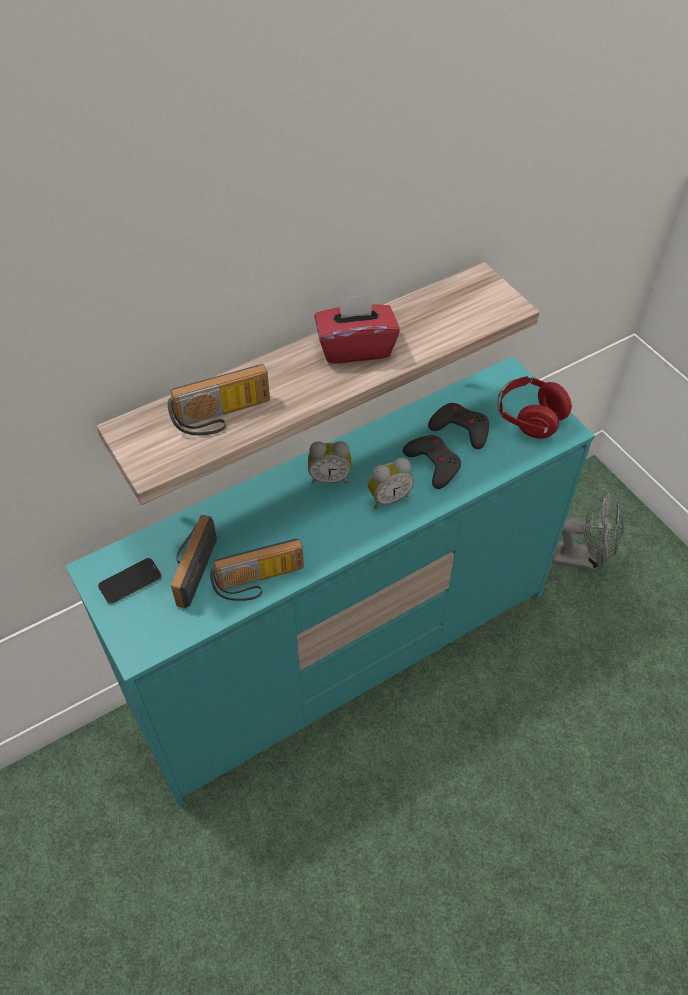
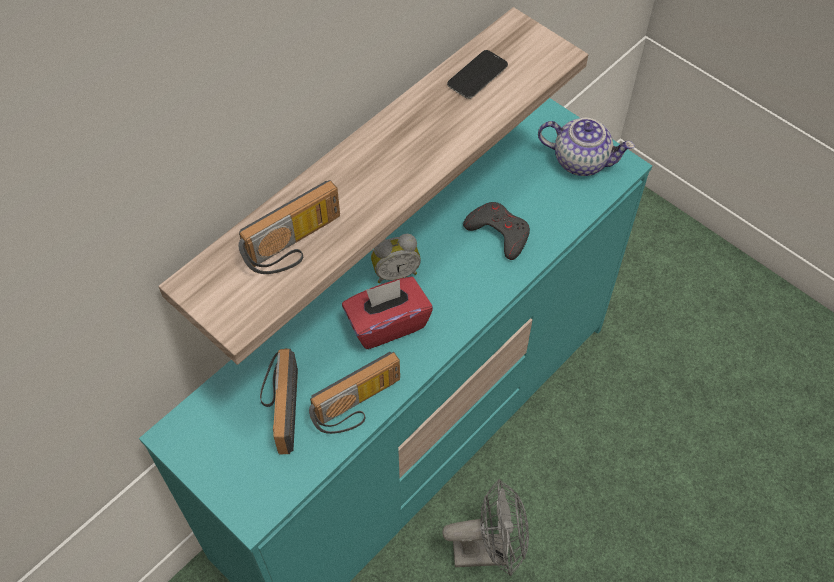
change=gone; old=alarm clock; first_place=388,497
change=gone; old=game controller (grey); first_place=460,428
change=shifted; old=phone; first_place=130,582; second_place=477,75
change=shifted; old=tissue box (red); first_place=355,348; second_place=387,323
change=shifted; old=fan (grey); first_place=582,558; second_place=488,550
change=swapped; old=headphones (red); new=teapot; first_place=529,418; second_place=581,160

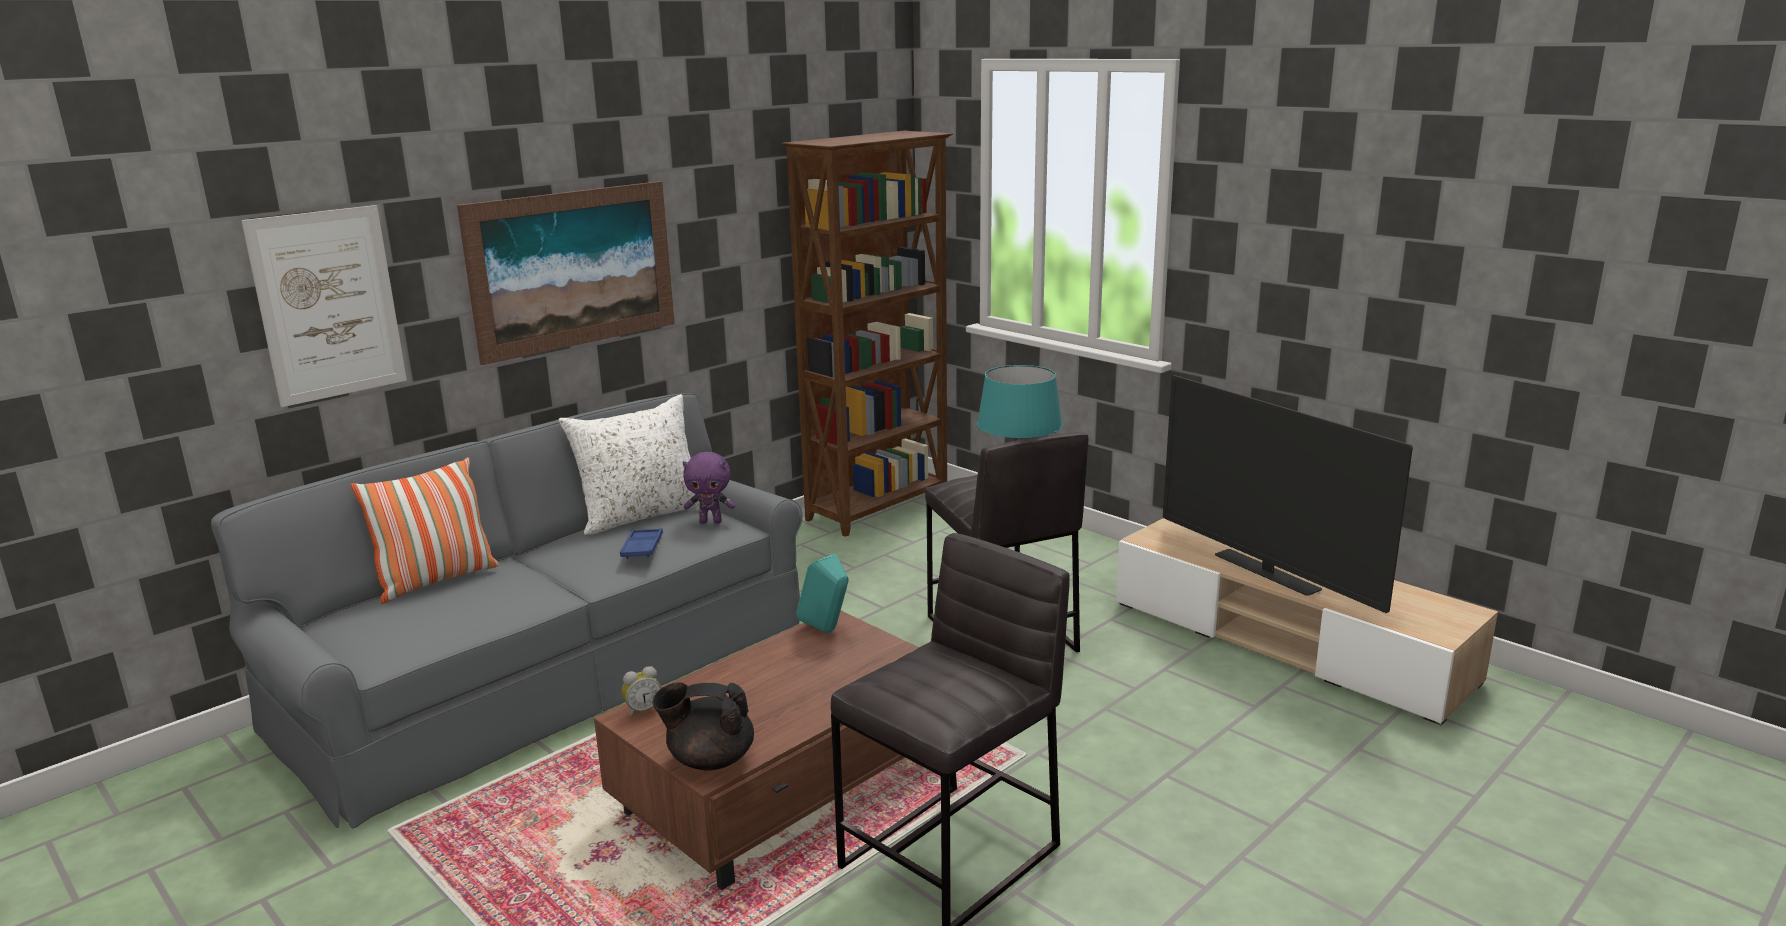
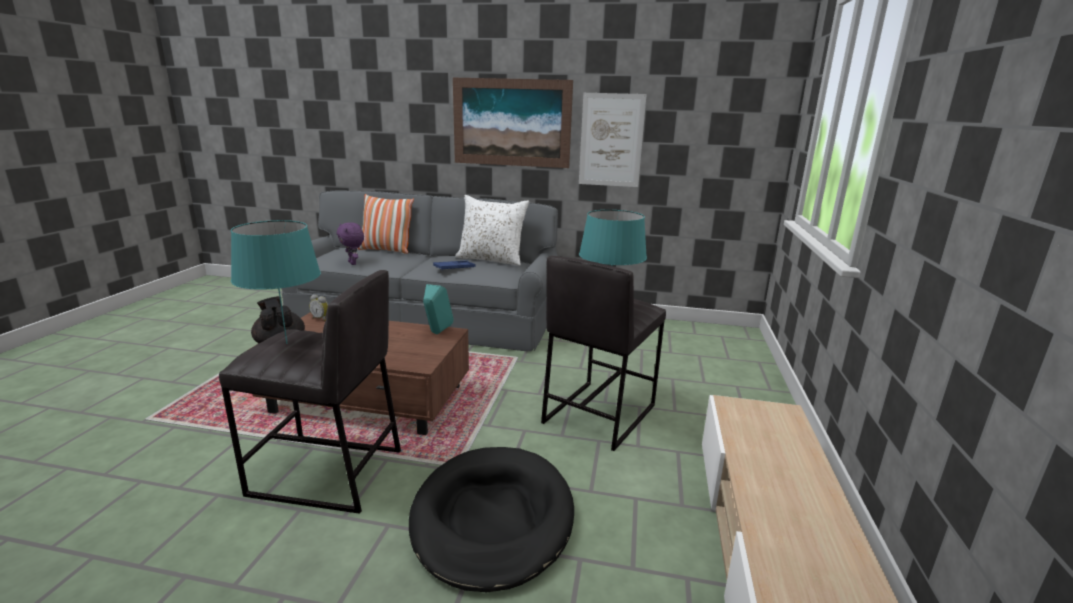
change=gone; old=bookcase (brown); first_place=880,508
change=gone; old=television; first_place=1266,572
change=new; new=table lamp (turquoise); second_place=286,344
change=new; new=dog bed (black); second_place=492,519
change=shifted; old=picture; first_place=328,305; second_place=611,140
change=shifted; old=plush toy (purple); first_place=711,521; second_place=353,263

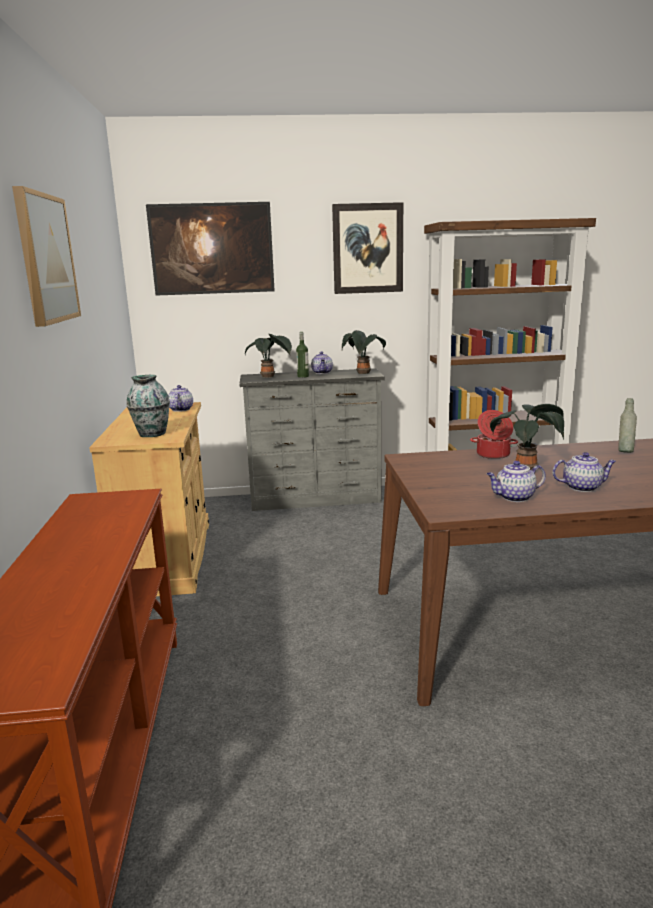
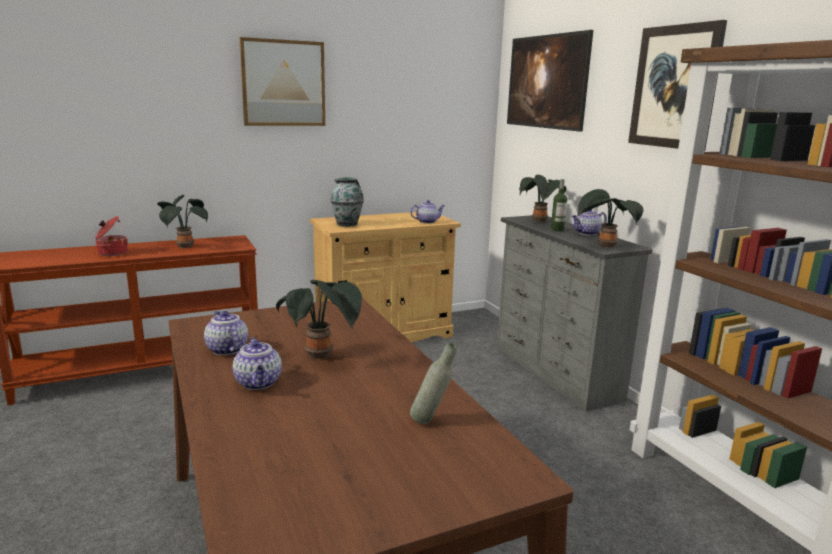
change=new; new=potted plant; second_place=184,246
change=shifted; old=cooking pot; first_place=493,455; second_place=112,253

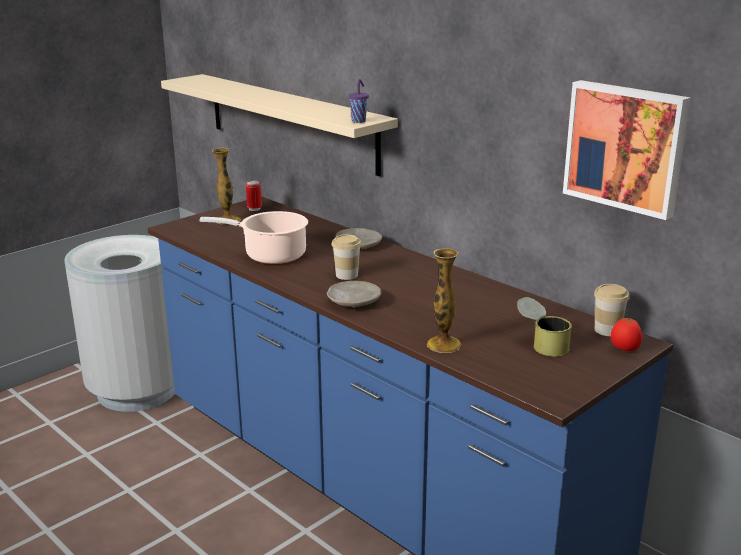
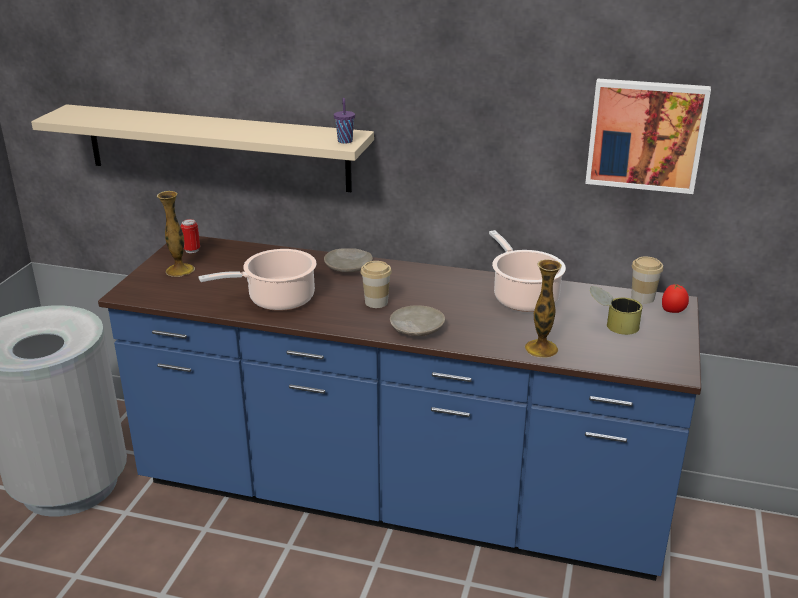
change=new; new=cooking pot; second_place=523,297

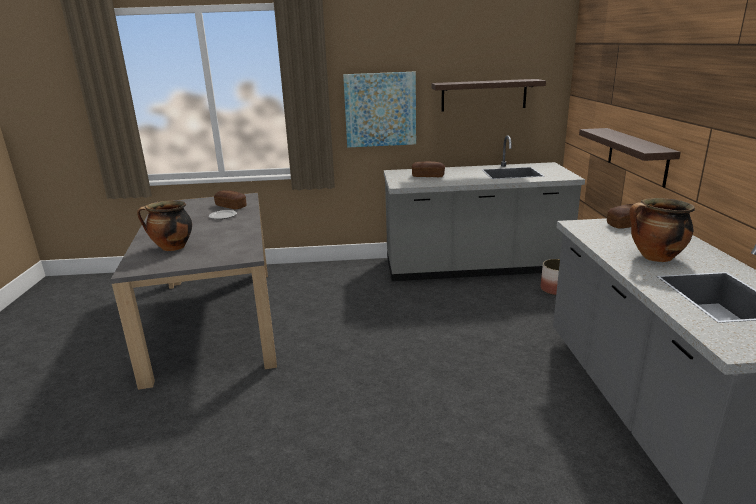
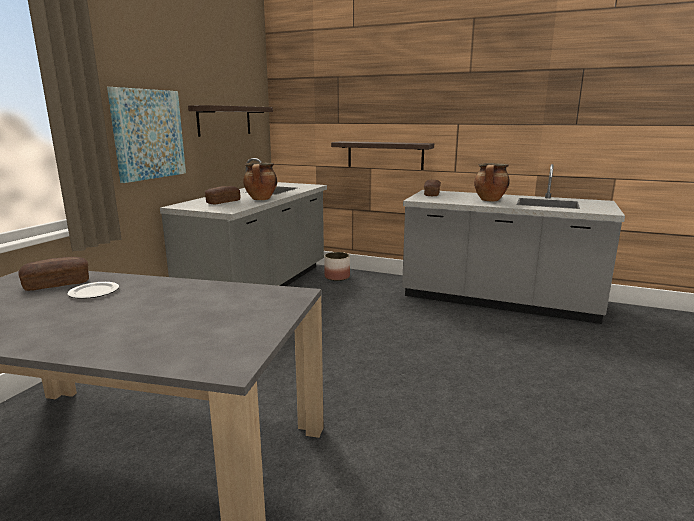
change=shifted; old=cooking pot; first_place=172,248; second_place=261,199

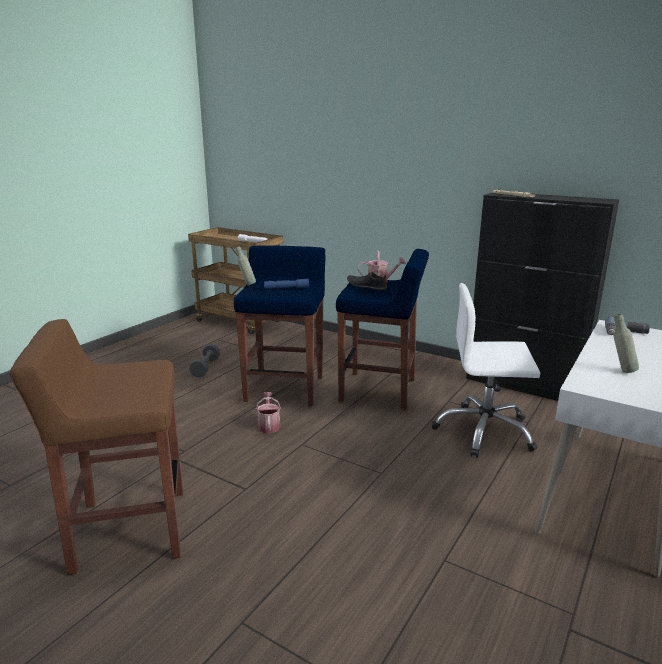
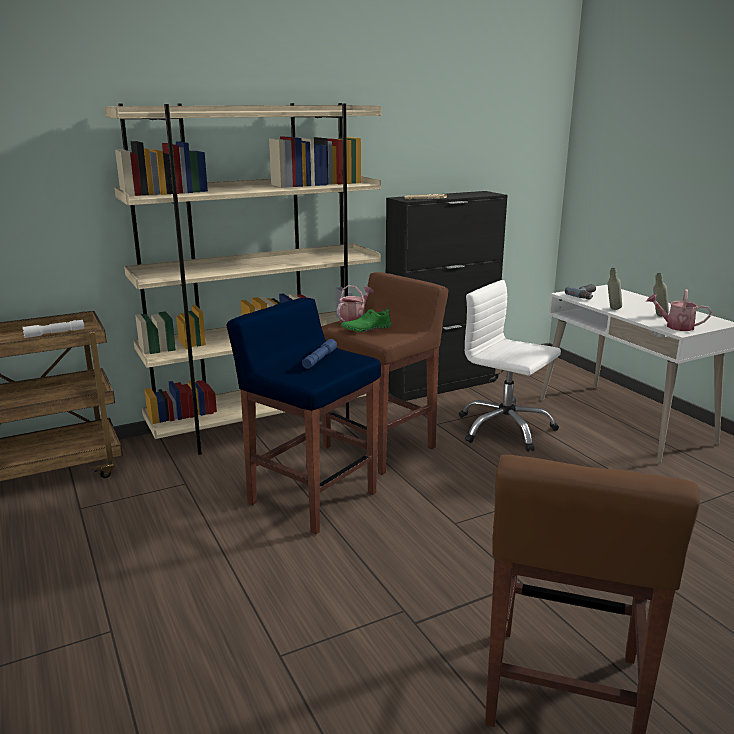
change=gone; old=dumbbell (grey); first_place=205,368
change=new; new=bookcase (beige); second_place=267,424
change=shifted; old=bottle (grey); first_place=246,285; second_place=612,310
change=shifted; old=watering can; first_place=268,425; second_place=675,326
change=repainted; old=stool (blue); new=stool (brown); first_place=379,391; second_place=381,447
change=repainted; old=shoe (black); new=shoe (green); first_place=366,286; second_place=366,328
change=rotated; old=office chair (white); first_place=484,431; second_place=504,429; degrees=90

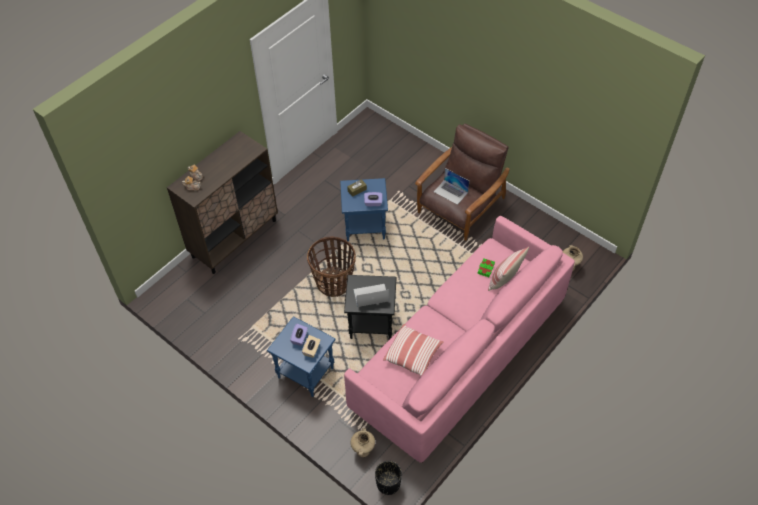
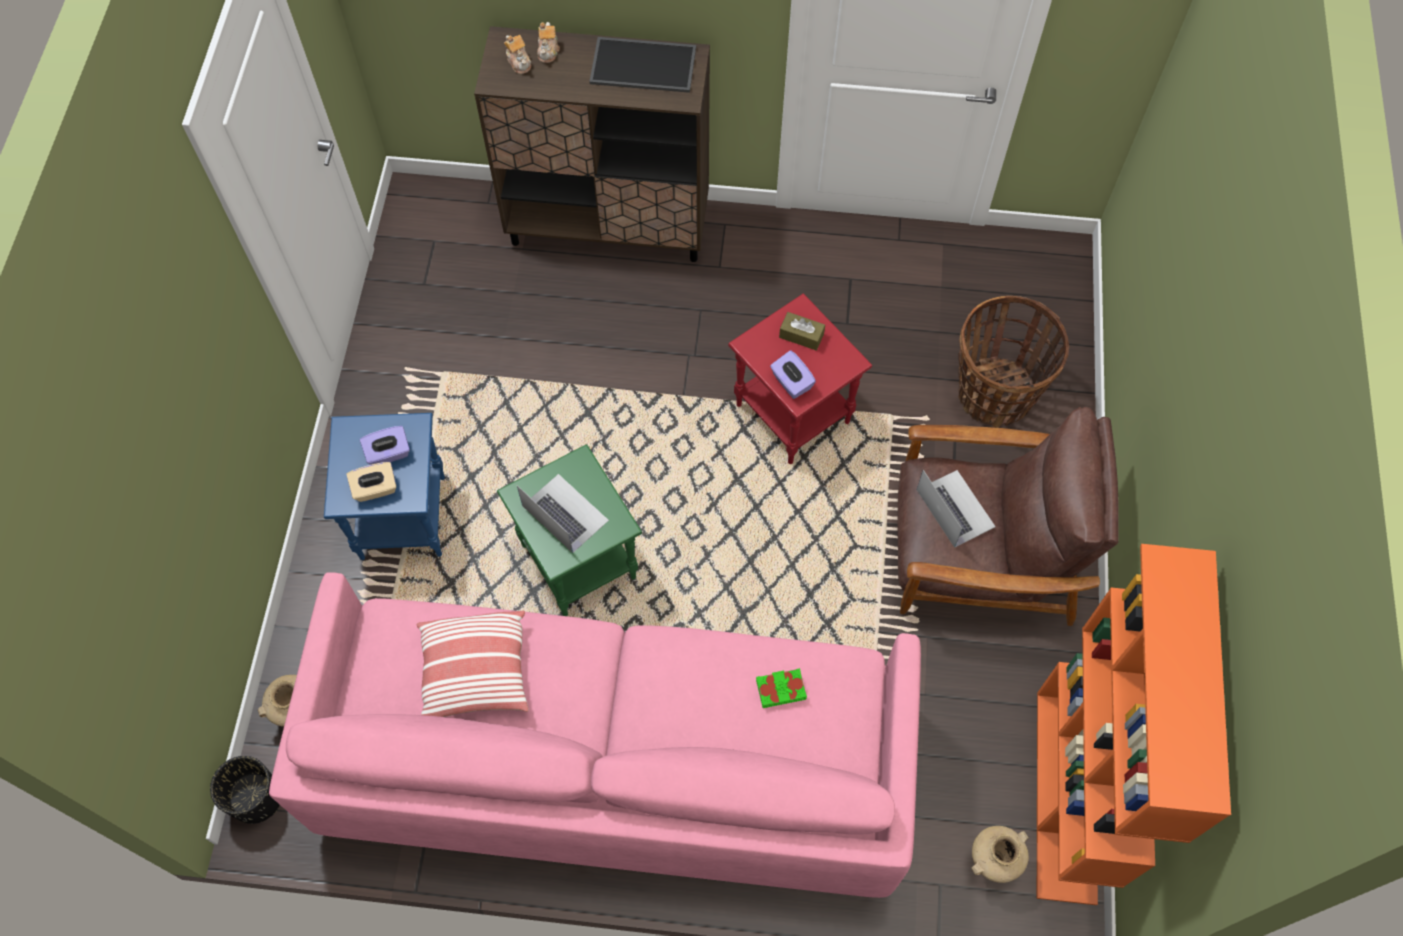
change=gone; old=pillow; first_place=505,279
change=new; new=tray; second_place=644,64
change=new; new=bookcase (orange); second_place=1067,796
change=shifted; old=basket; first_place=334,283; second_place=995,394
change=repainted; old=side table (blue); new=side table (red); first_place=365,226; second_place=794,413
change=repainted; old=side table (black); new=side table (green); first_place=371,325; second_place=576,561
change=rotated; old=laptop; first_place=451,192; second_place=955,508; degrees=150

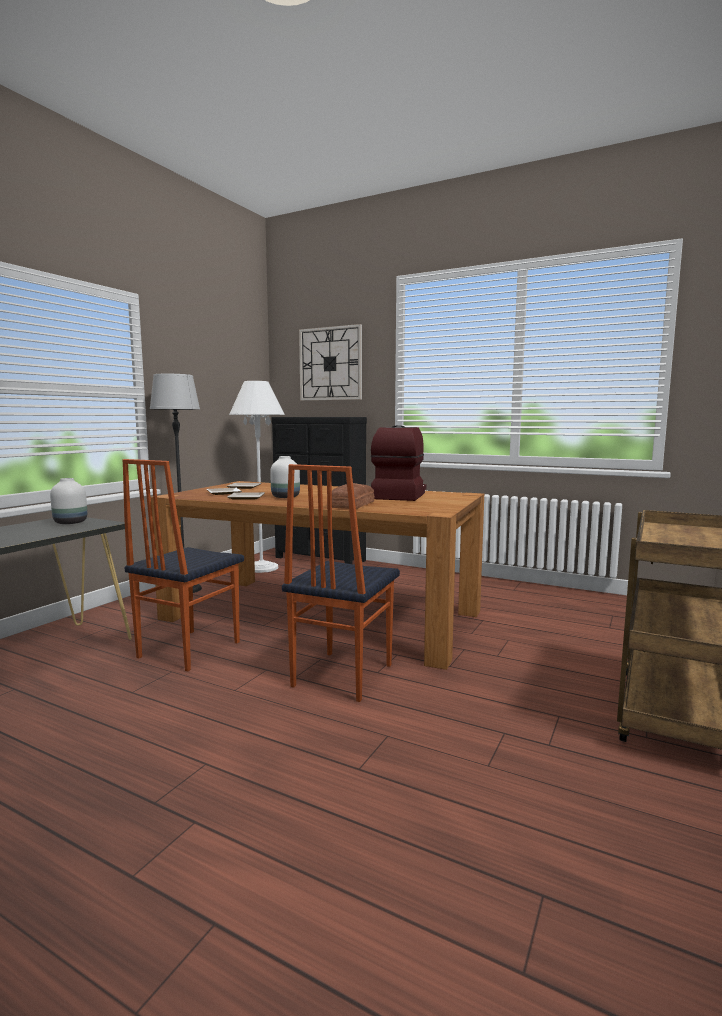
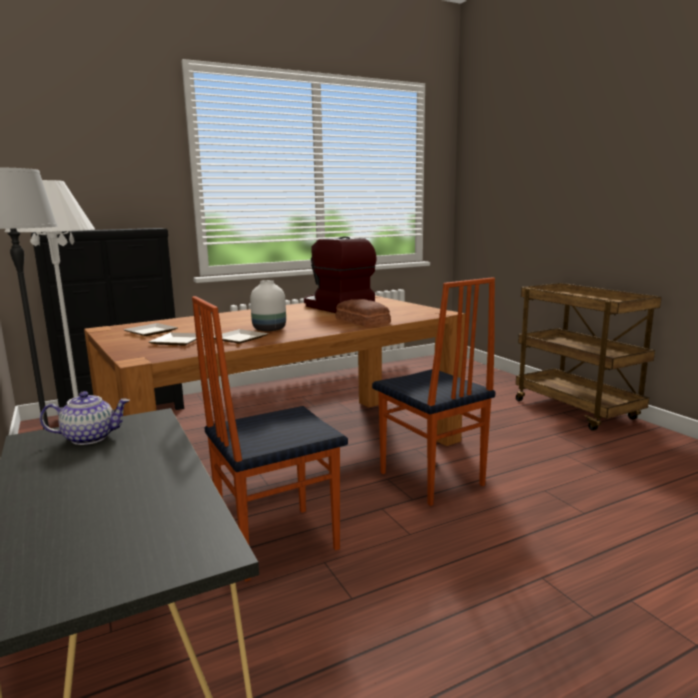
change=gone; old=wall clock; first_place=330,364
change=swapped; old=vase (white); new=teapot; first_place=71,522; second_place=90,437
change=rotated; old=chair; first_place=187,650; second_place=275,541; degrees=90

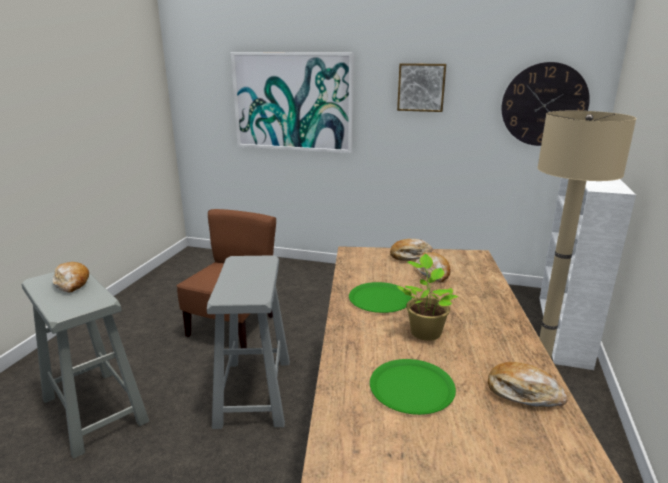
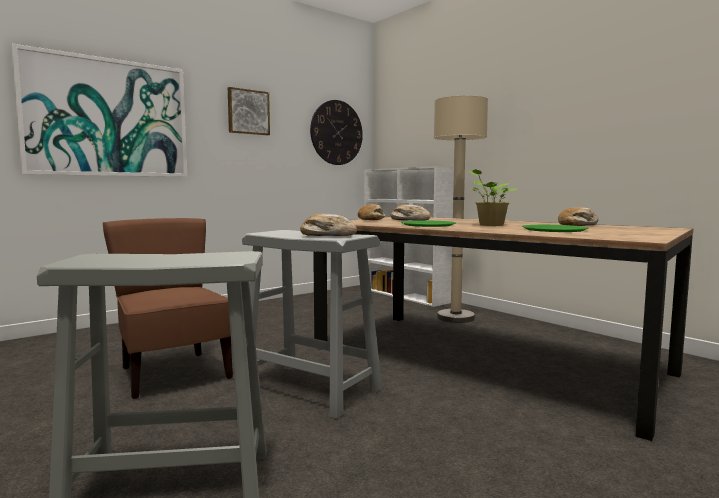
change=shifted; old=bread; first_place=72,283; second_place=327,235

